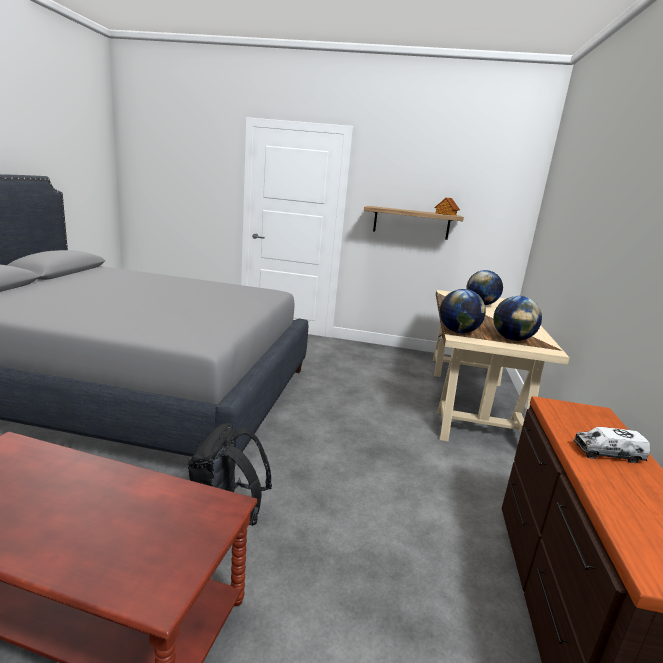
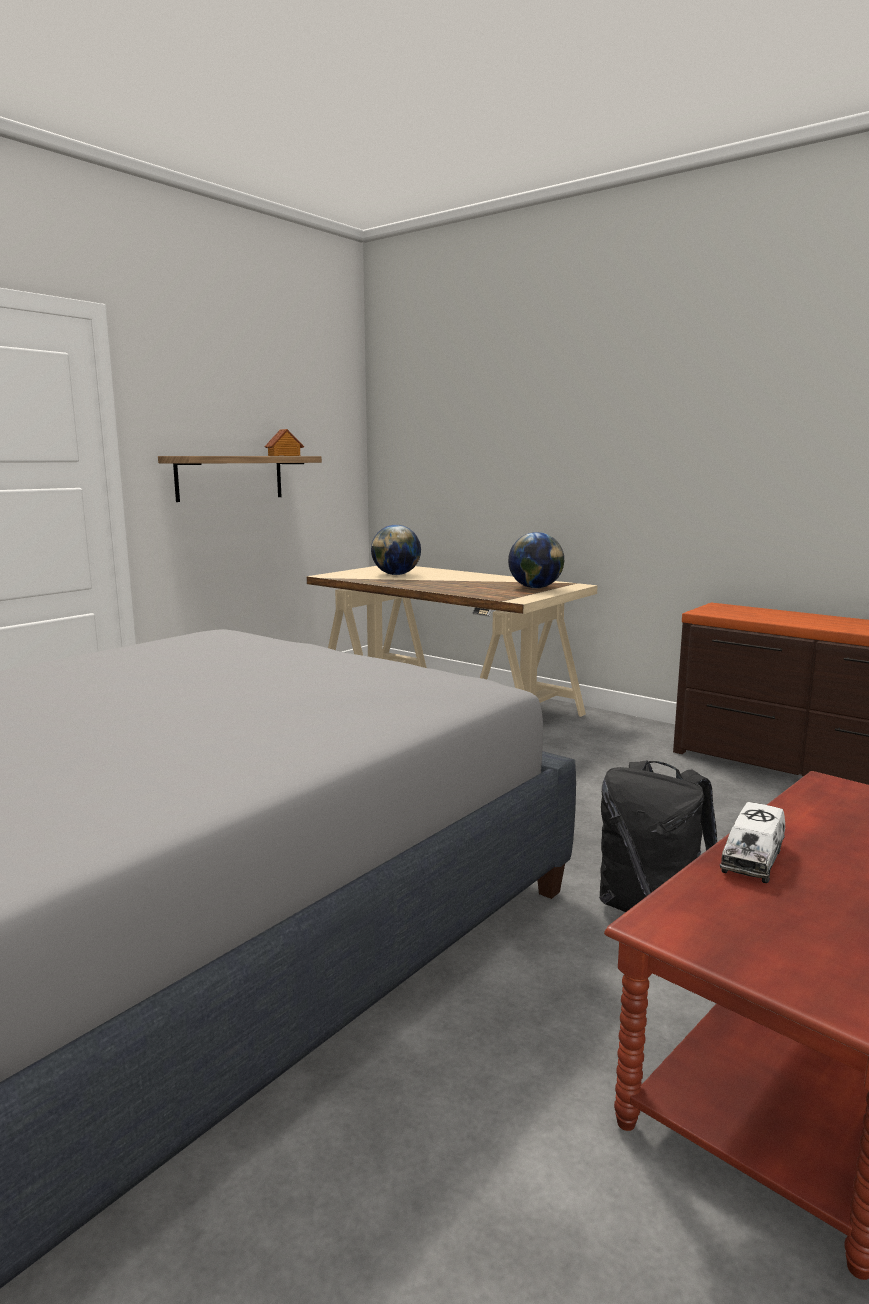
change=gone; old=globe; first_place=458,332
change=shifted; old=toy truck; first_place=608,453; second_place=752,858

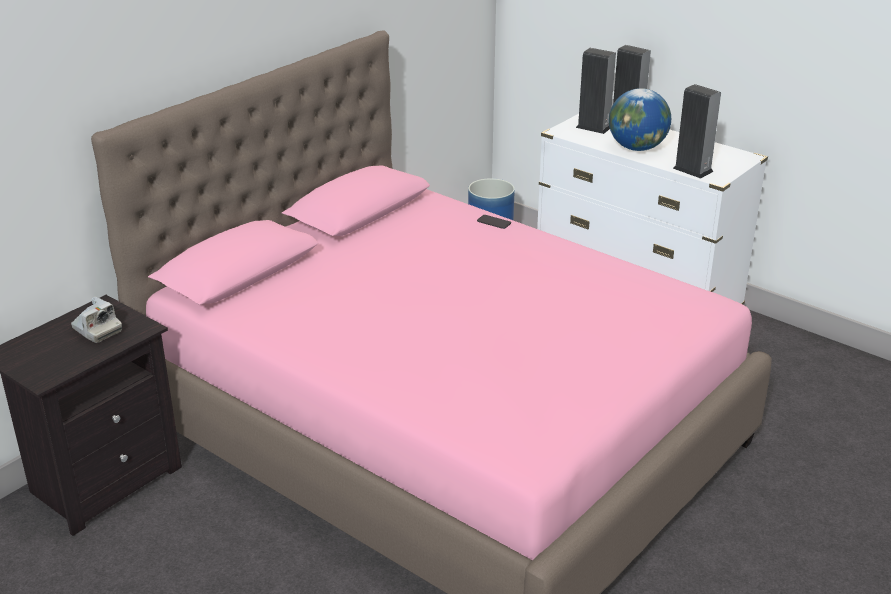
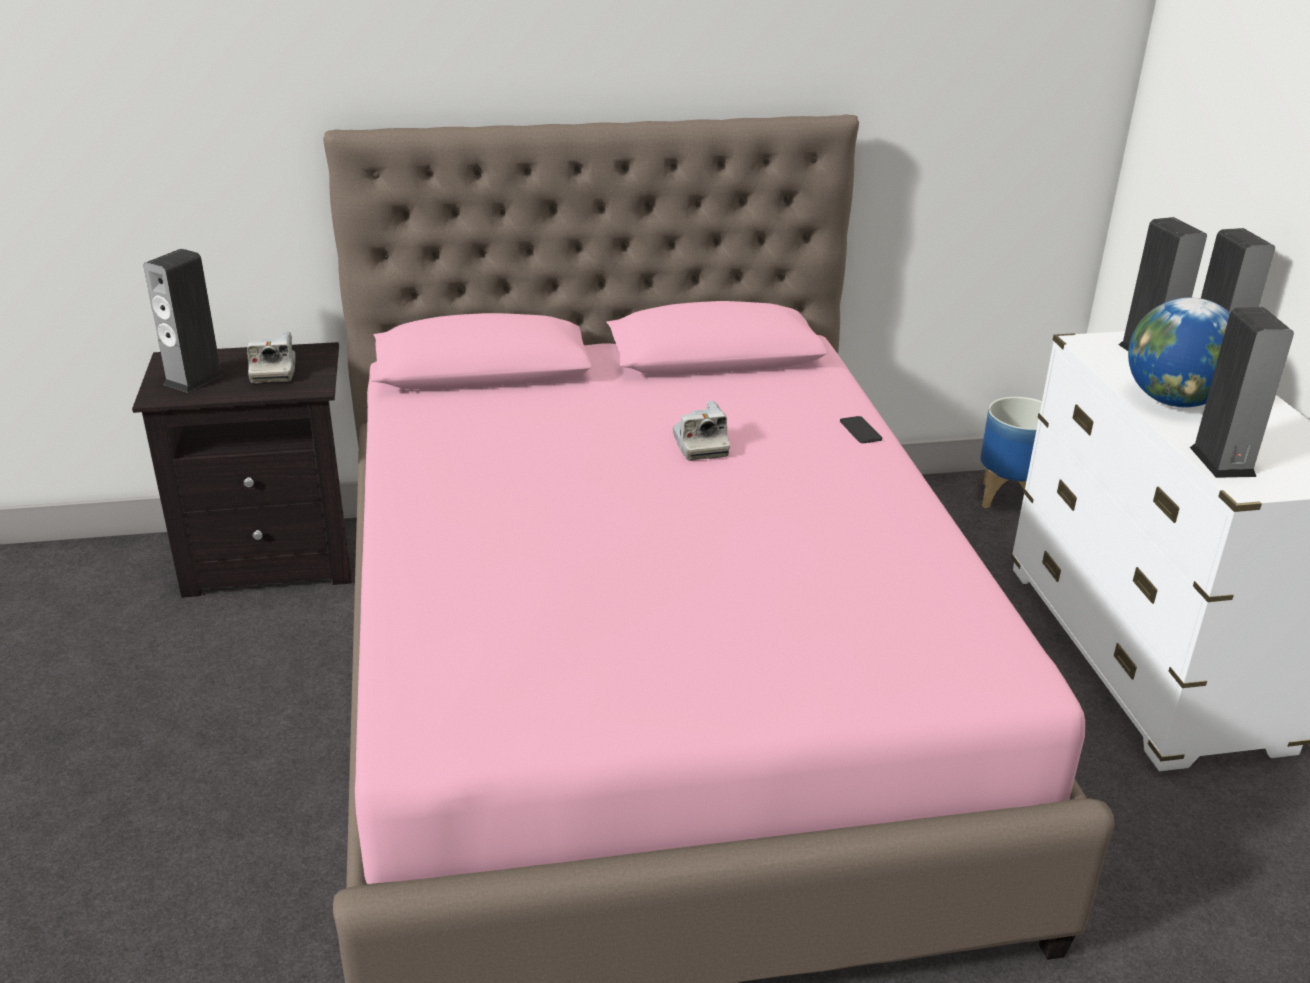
change=new; new=speaker; second_place=194,379
change=new; new=photo camera; second_place=700,446

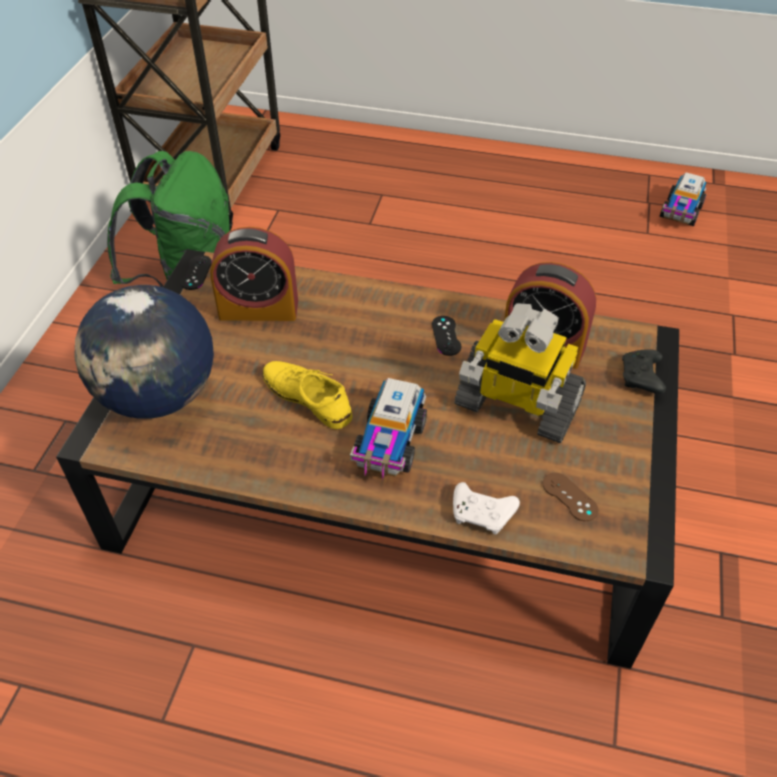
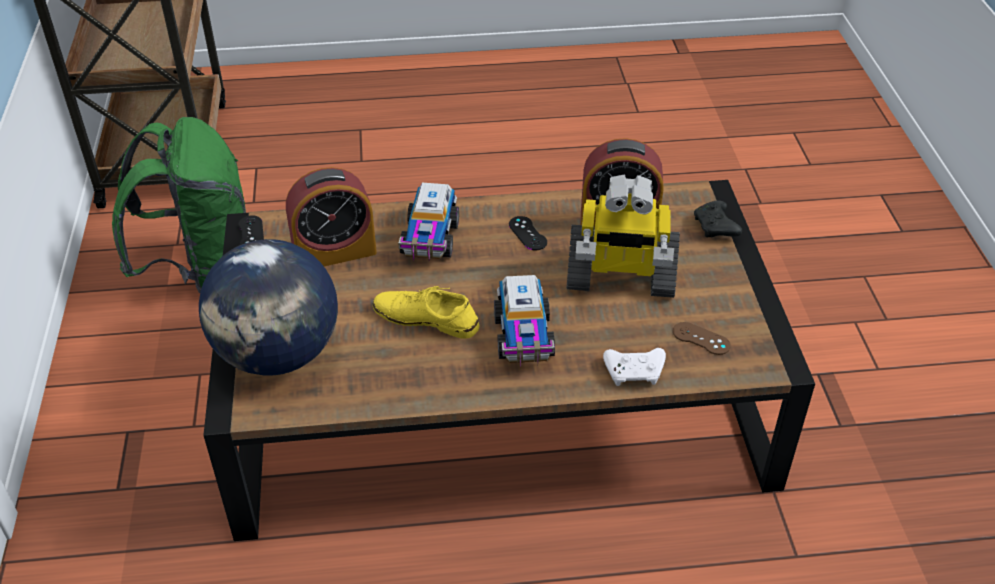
change=shifted; old=toy truck; first_place=680,212; second_place=430,239

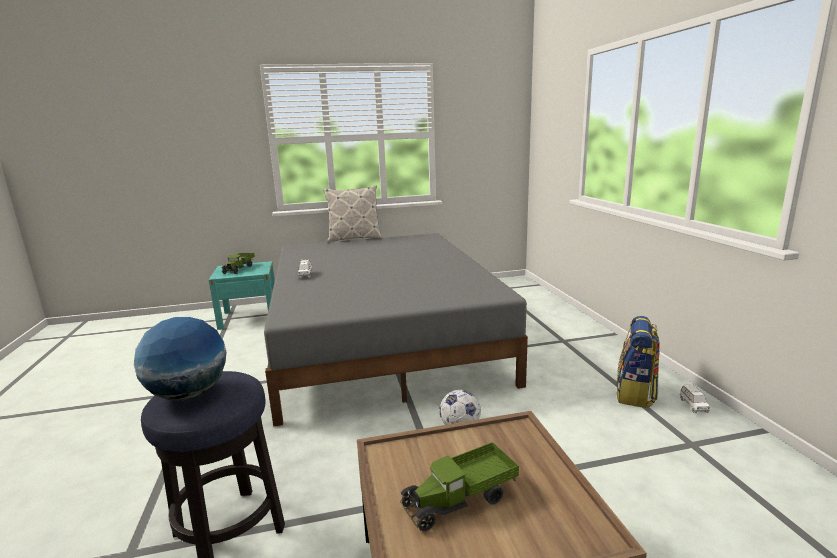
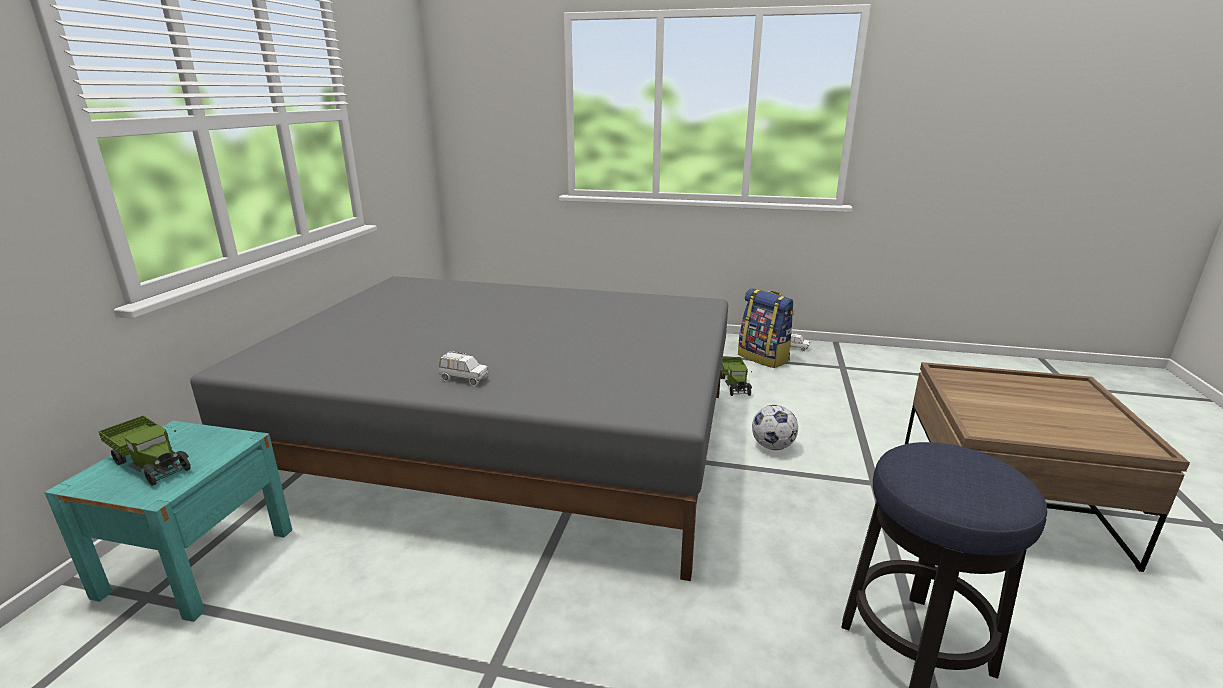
change=gone; old=globe; first_place=189,394
change=gone; old=pillow; first_place=354,238
change=shifted; old=toy truck; first_place=460,499; second_place=734,384

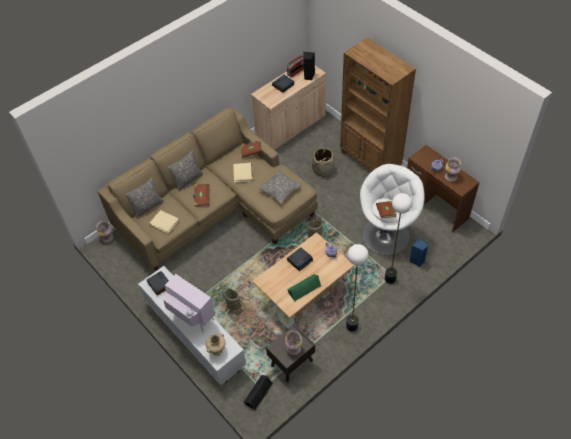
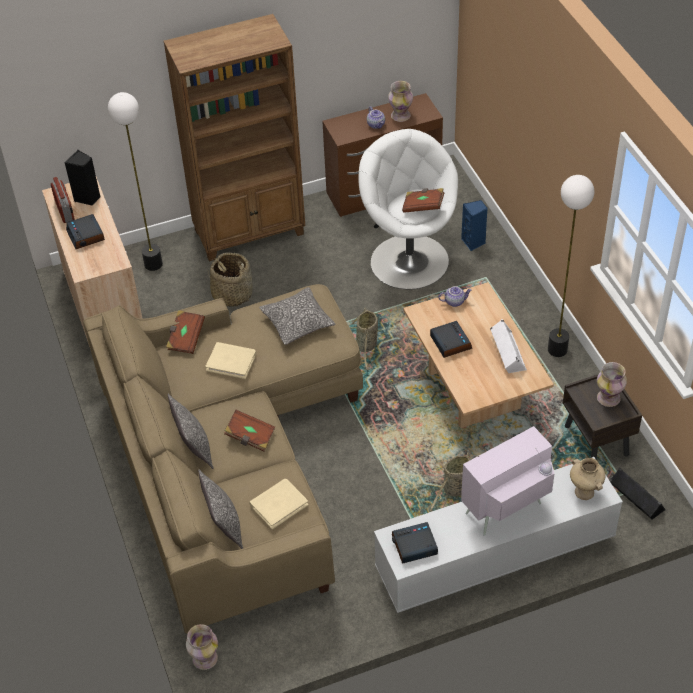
change=shifted; old=floor lamp; first_place=390,278; second_place=153,264
change=repainted; old=speaker (green); new=speaker (white); first_place=304,288; second_place=506,352

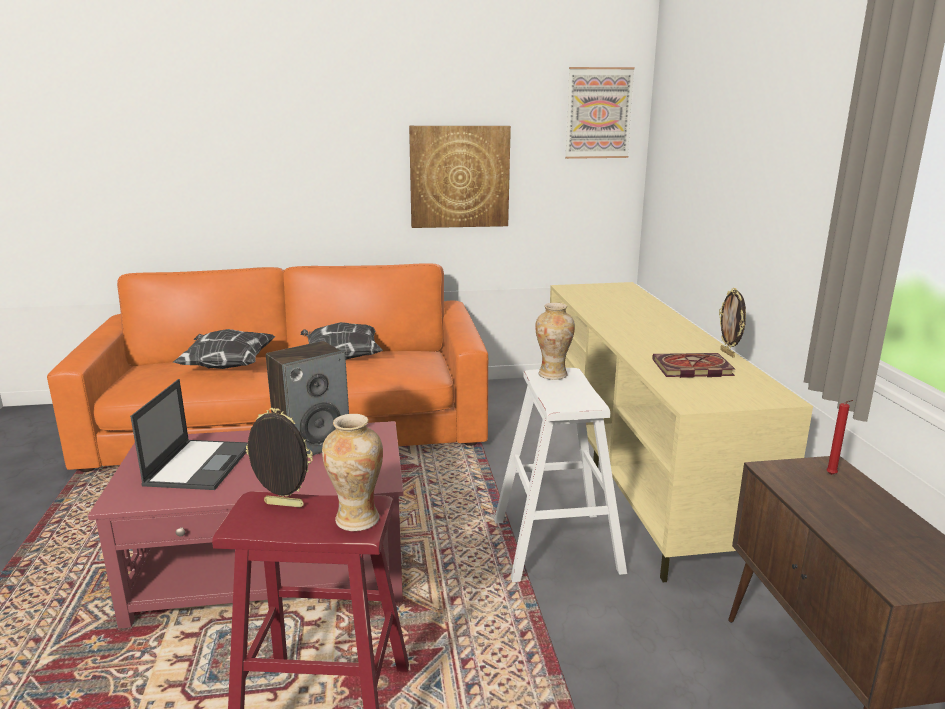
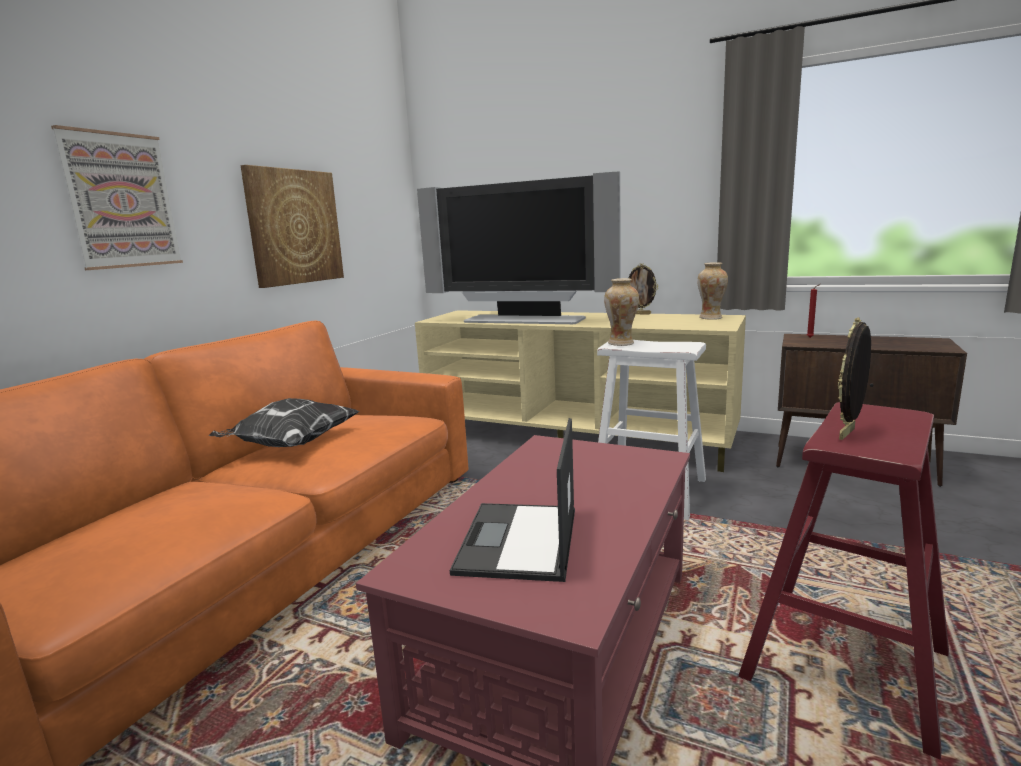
change=gone; old=pillow; first_place=227,366
change=gone; old=speaker; first_place=313,444
change=gone; old=book; first_place=690,369
change=new; new=television; second_place=523,320
change=shifted; old=vase; first_place=357,520; second_place=710,318
change=shifted; old=picture; first_place=598,113; second_place=121,201
change=rotated; old=laptop; first_place=199,464; second_place=518,542; degrees=-120

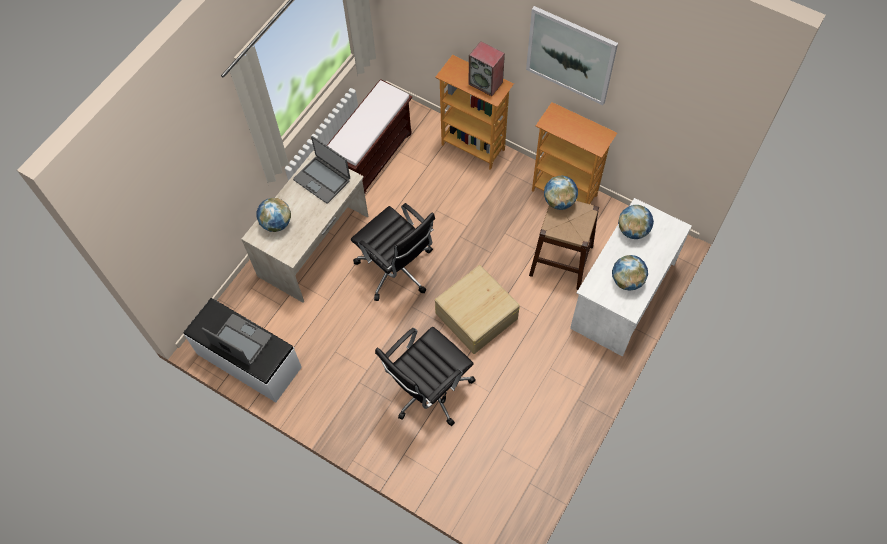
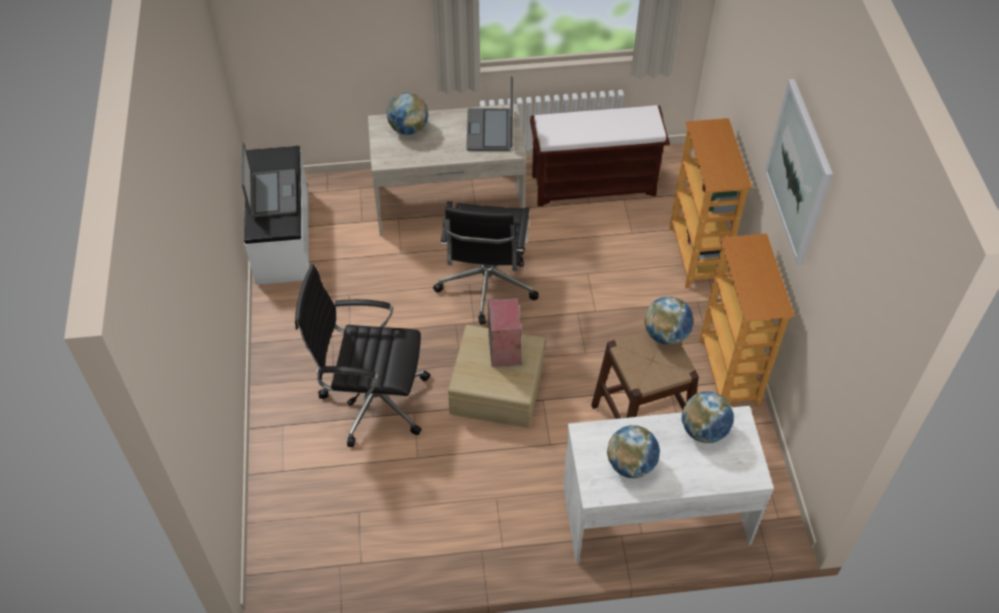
change=shifted; old=speaker; first_place=486,83; second_place=505,350

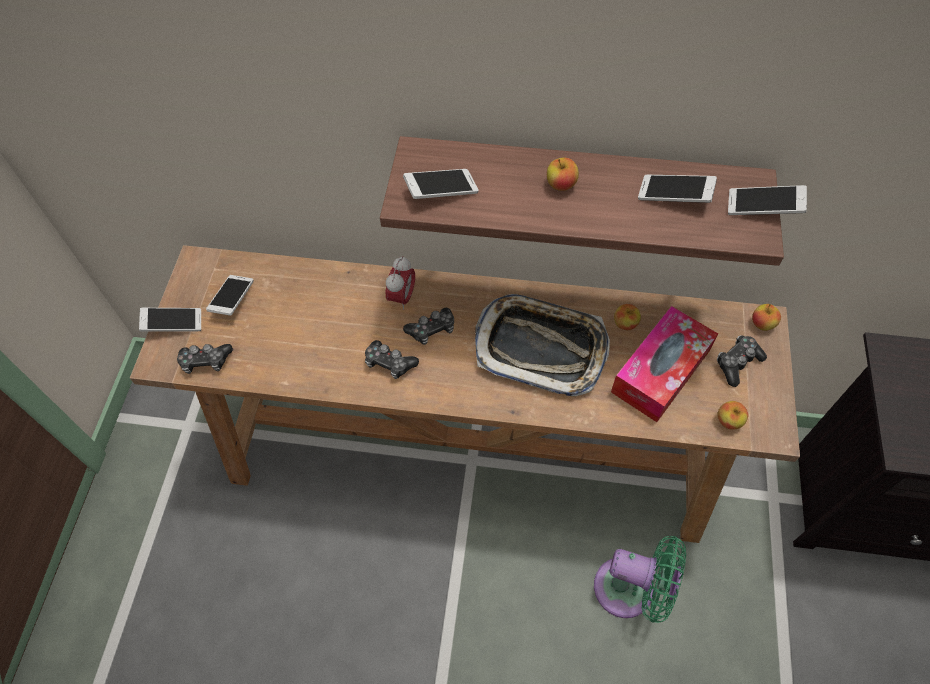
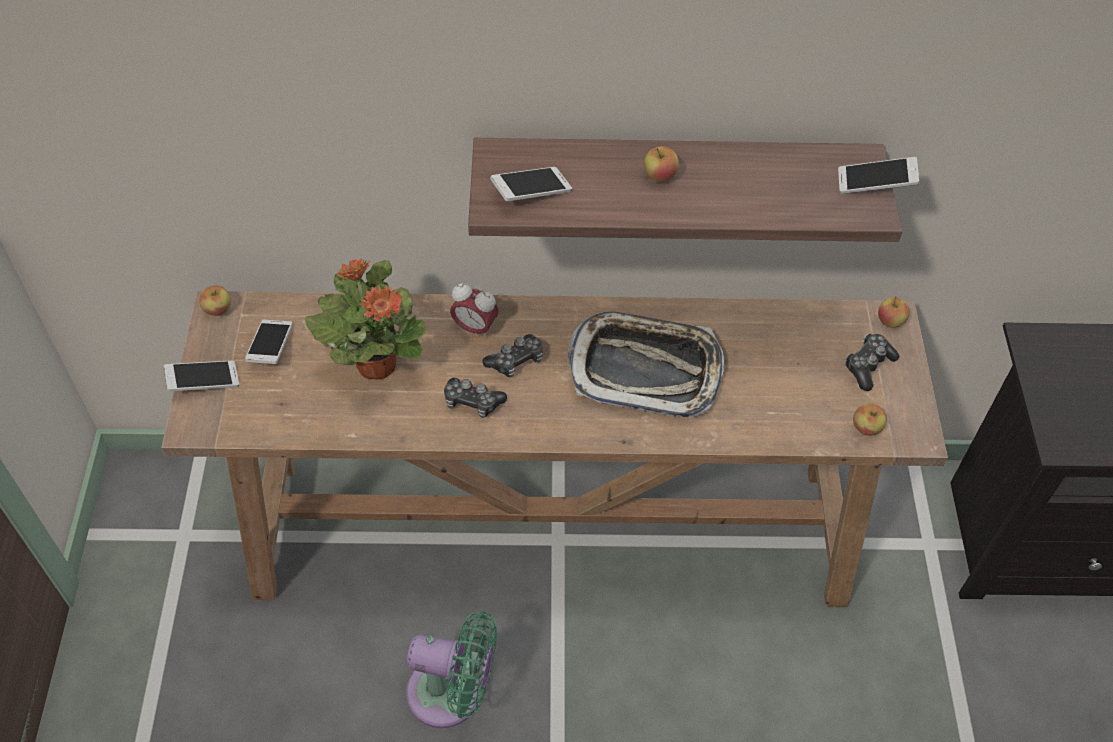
change=gone; old=game controller; first_place=205,361
change=gone; old=tissue box; first_place=660,371
change=gone; old=phone; first_place=674,196
change=new; new=potted plant; second_place=376,363
change=shifted; old=fan (green); first_place=630,590; second_place=452,694
change=shifted; old=apple; first_place=625,324; second_place=218,309
change=rotated; old=alarm clock; first_place=402,297; second_place=475,328; degrees=105

